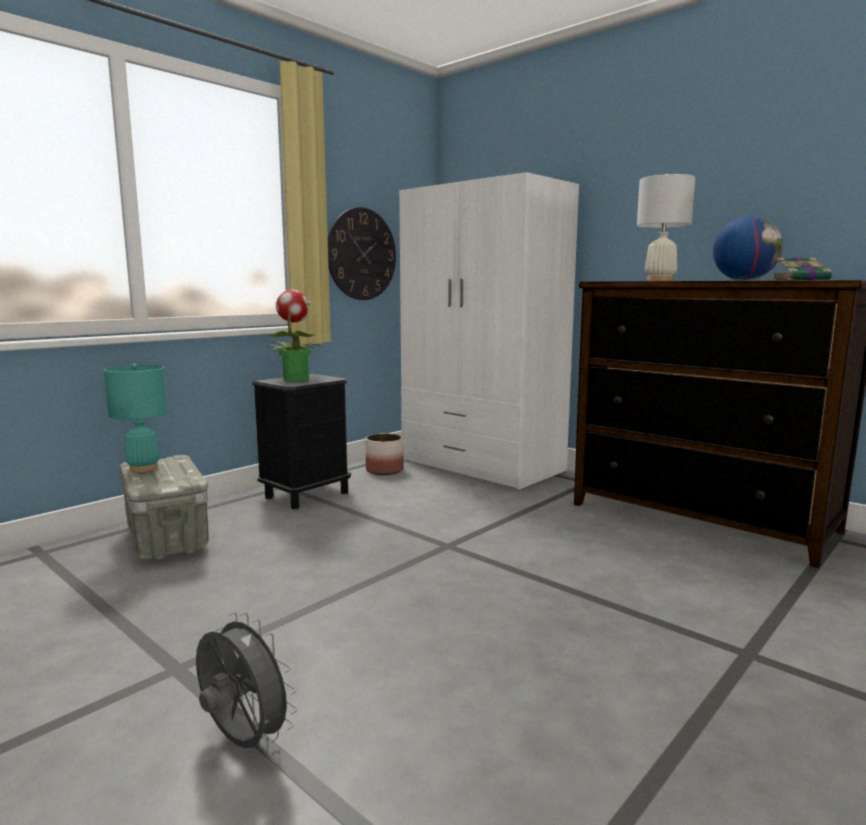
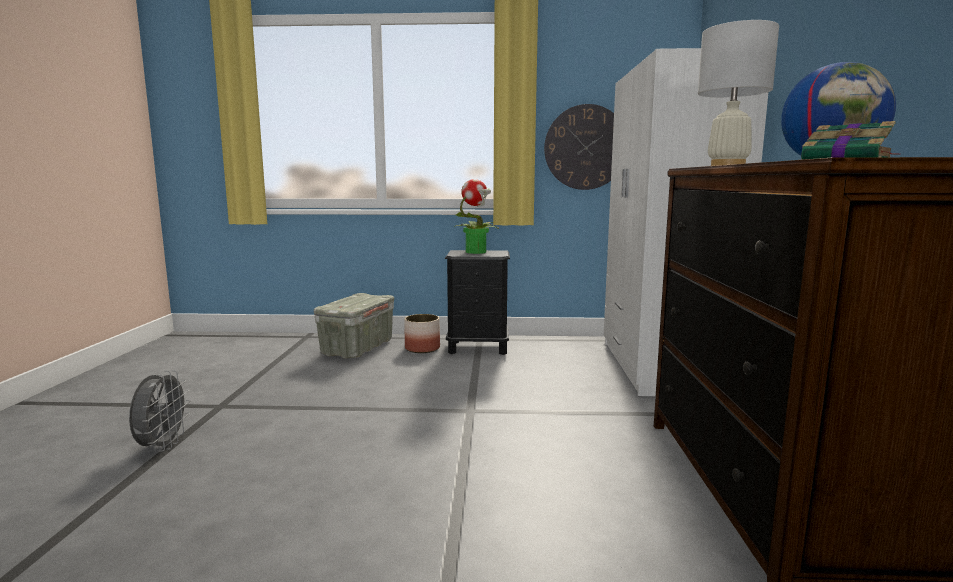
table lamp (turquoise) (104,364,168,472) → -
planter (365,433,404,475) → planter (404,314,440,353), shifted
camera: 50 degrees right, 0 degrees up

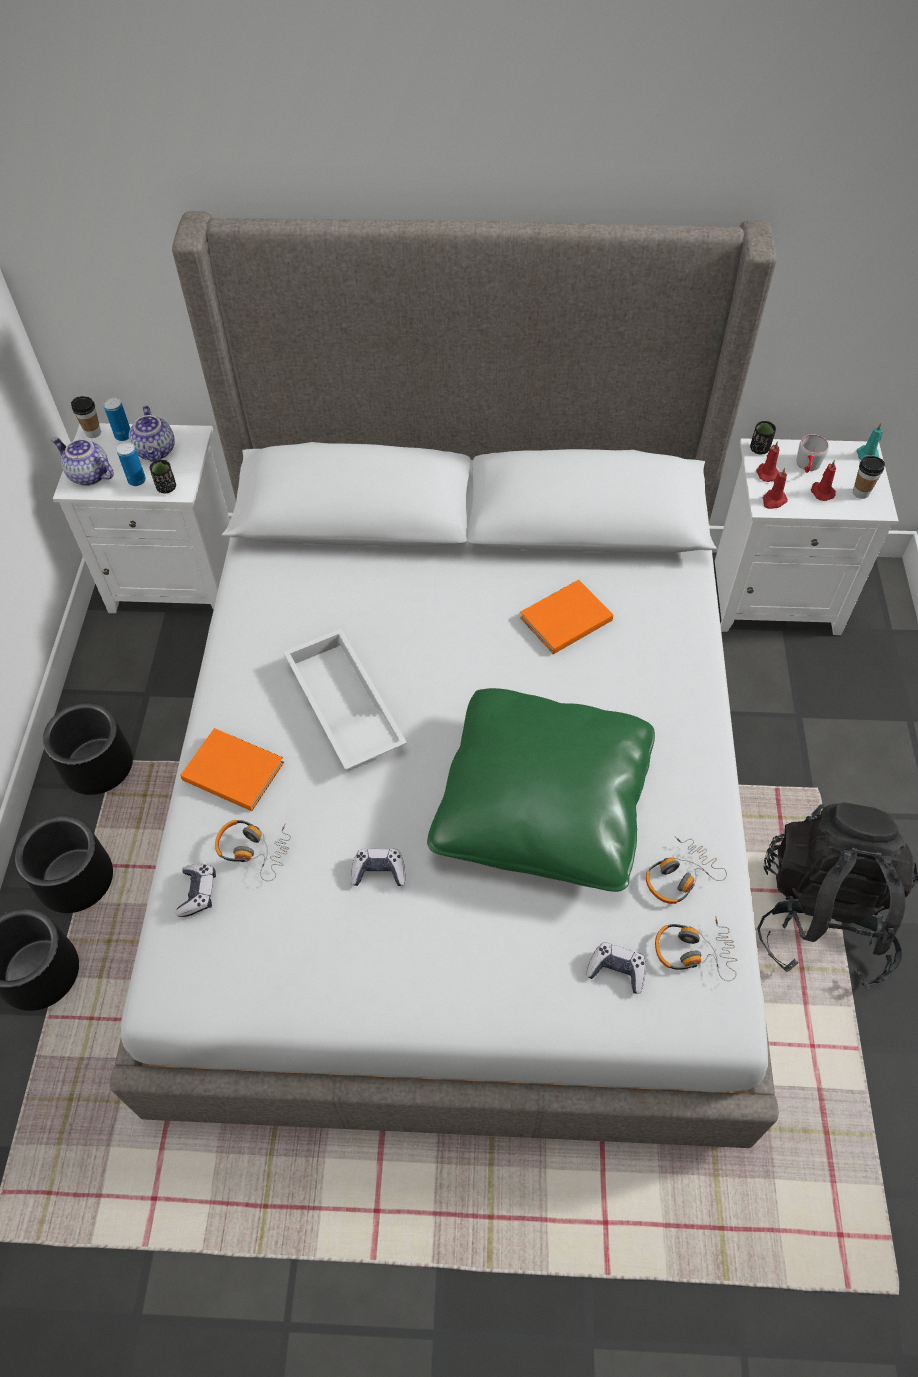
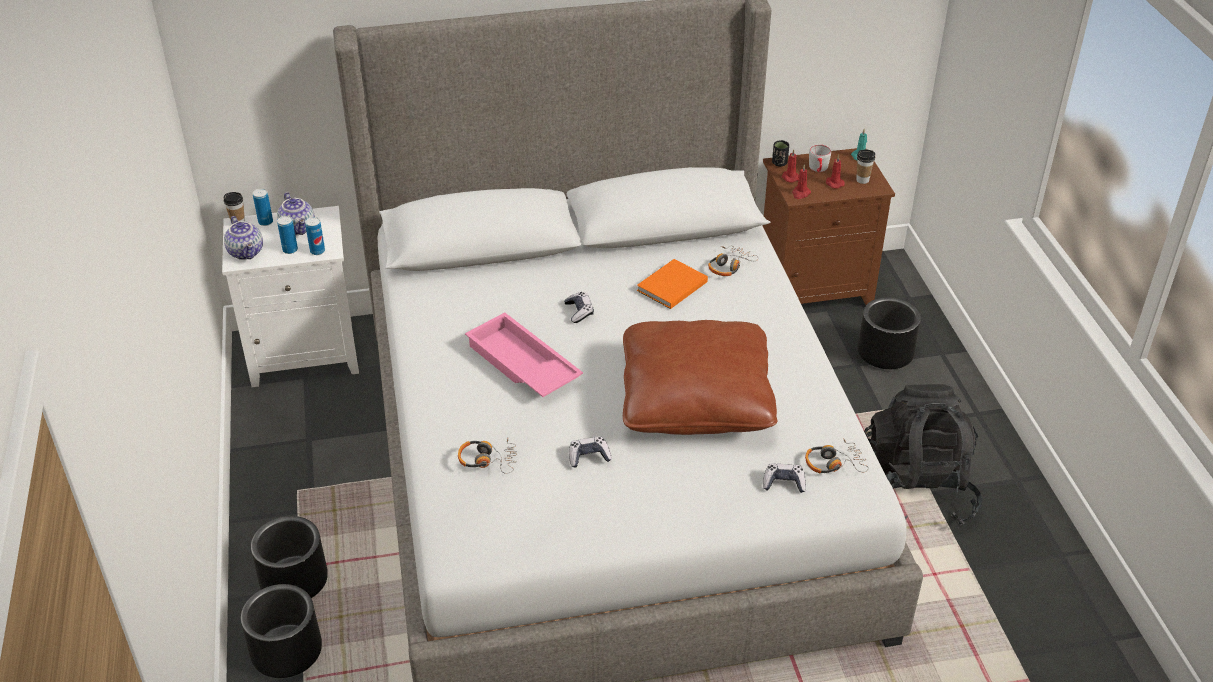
planter (black) (43,703,133,795) → planter (black) (858,297,921,369), shifted
teapot (51,437,114,486) → teapot (224,216,263,260), 135 degrees counterclockwise
cup (black) (150,460,176,493) → can (305,217,325,255)
game controller (176,864,216,917) → game controller (564,292,594,323), shifted
book (orange) (180,728,284,811) → -
tray (white) (283,629,407,771) → tray (pink) (465,312,583,397)
pillow (green) (427,688,655,892) → pillow (brown) (623,320,778,435)
headphones (646,836,727,904) → headphones (708,246,759,276), shifted
nightstand (white) (715,438,899,635) → nightstand (brown) (763,148,895,305)
camera: 15 degrees left, 15 degrees down

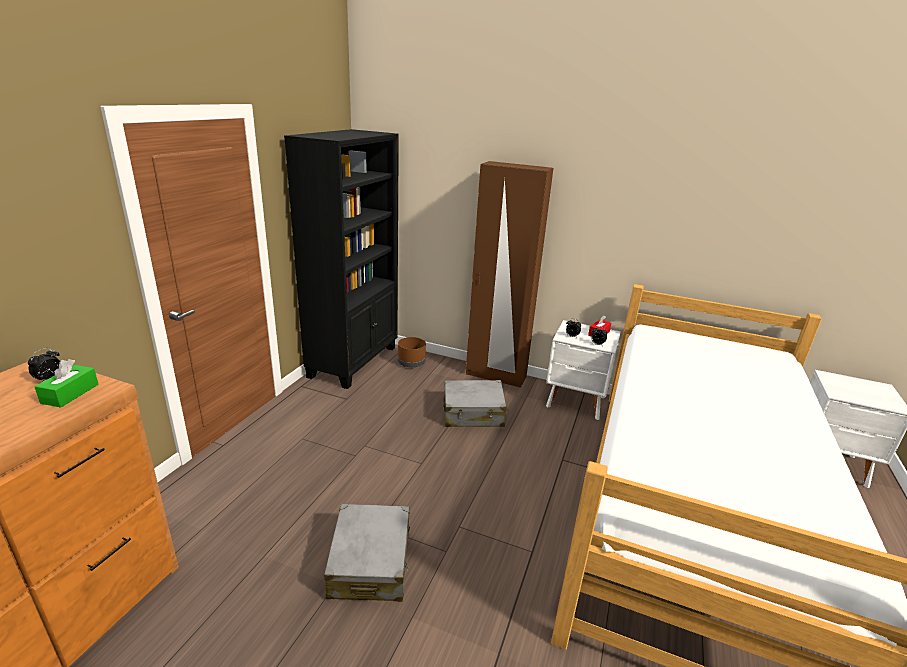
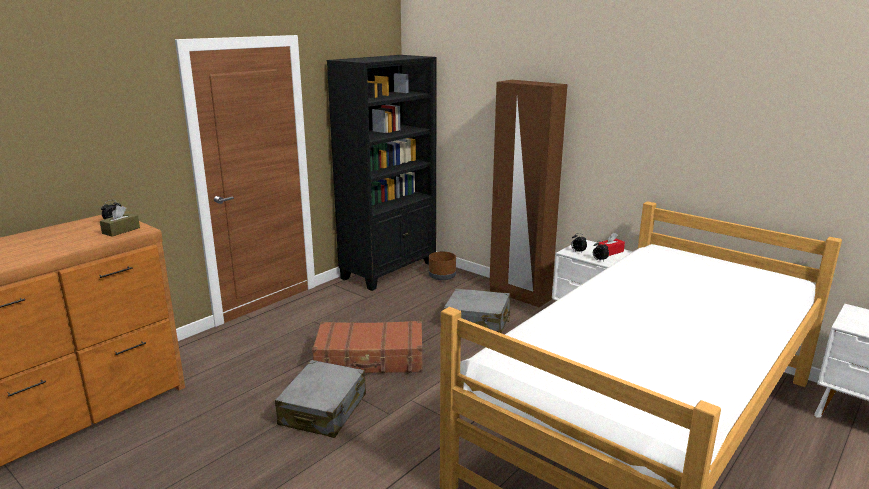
tissue box (green) (35,359,98,407) → tissue box (brown) (100,205,140,237)
- → suitcase (brown) (312,321,422,373)
camera: 20 degrees right, 5 degrees down

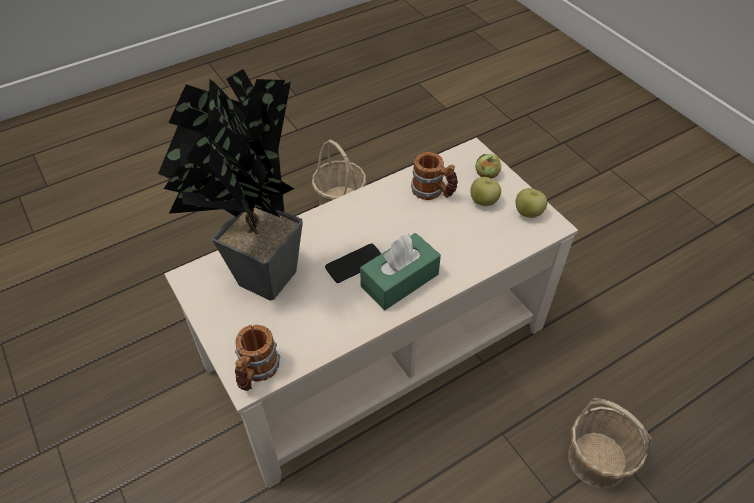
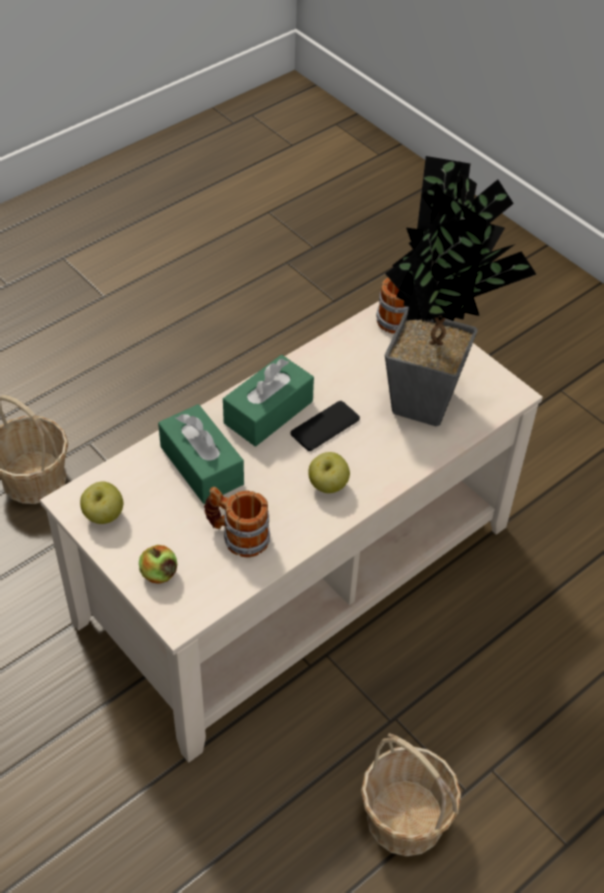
apple (470,177,501,206) → apple (308,452,350,493), shifted
- → tissue box (green) (158,404,244,504)
camera: 170 degrees right, 0 degrees up

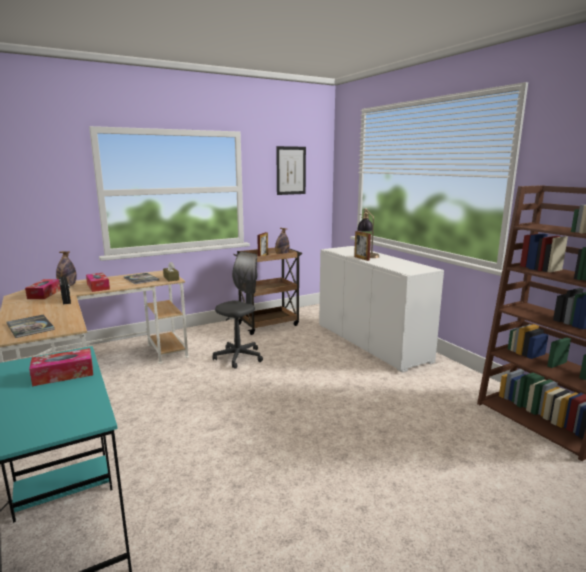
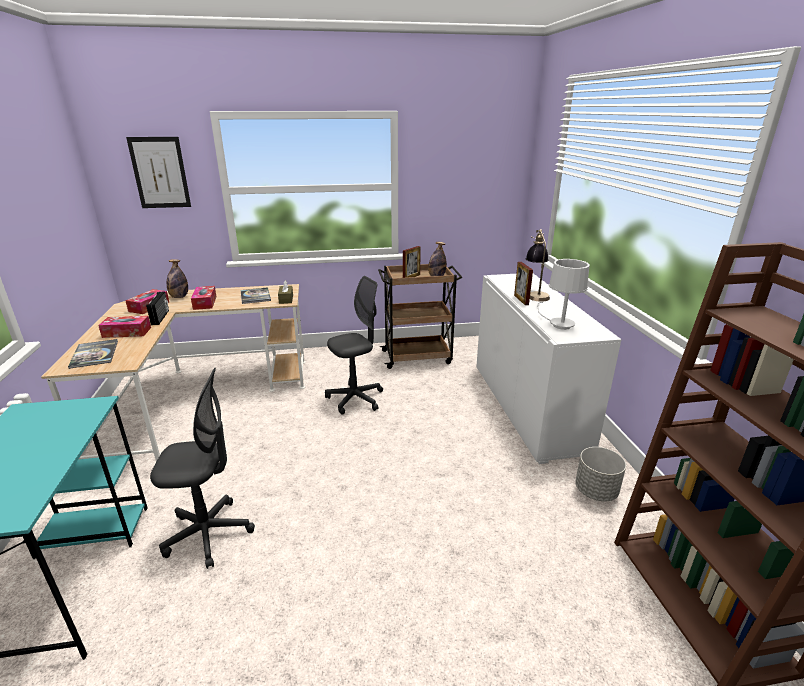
tissue box (29,348,93,386) → tissue box (98,316,151,338), shifted
picture (276,146,306,195) → picture (126,137,191,208), shifted
- → office chair (grey) (150,368,255,569)
- → table lamp (white) (537,259,590,330)
- → planter (grey) (575,447,626,501)
camera: 20 degrees right, 10 degrees up

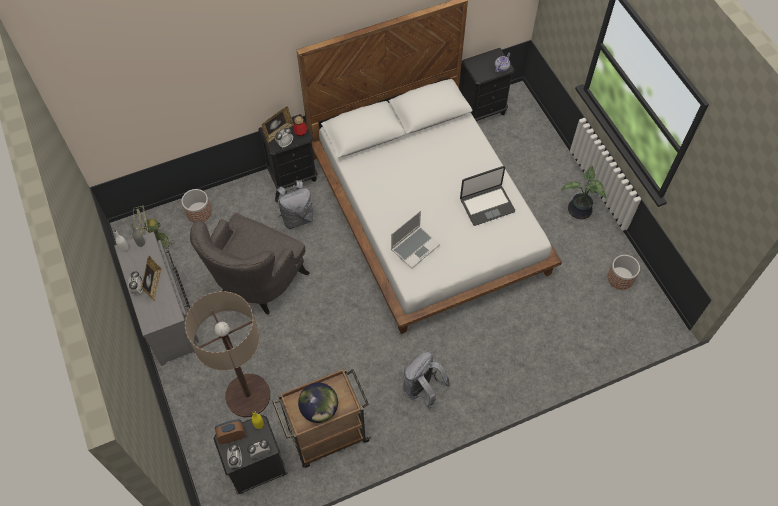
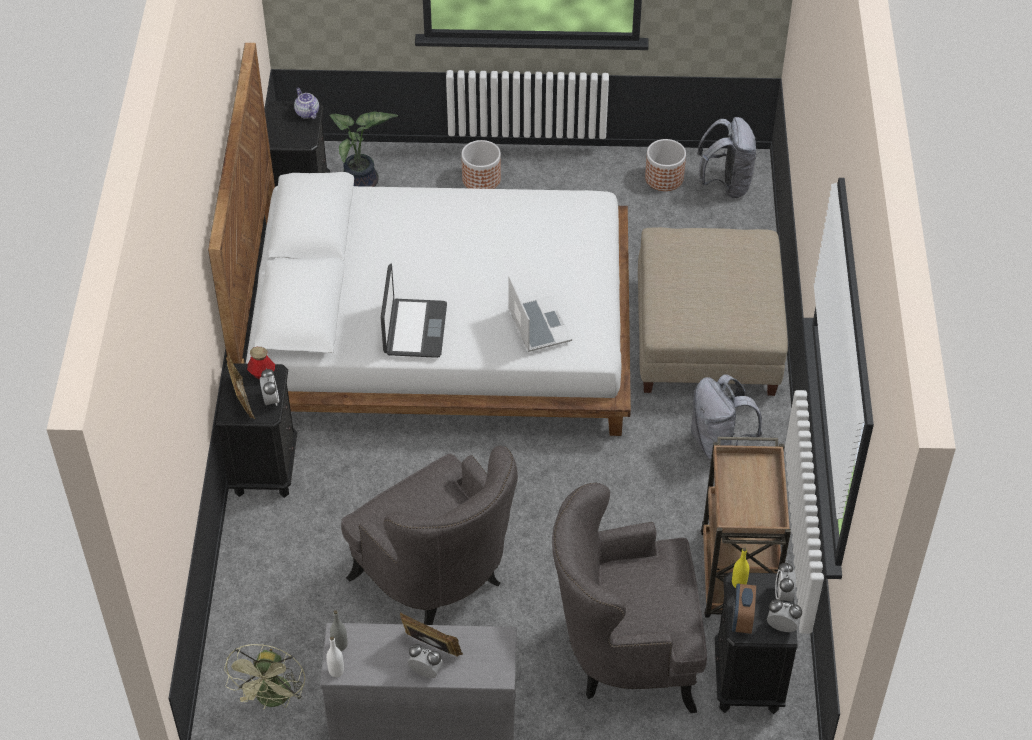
planter (181,189,212,222) → planter (461,140,501,189), shifted
floor lamp (185,291,271,417) → armchair (grey) (552,483,707,713)
backpack (grey) (275,181,314,229) → backpack (grey) (697,117,756,198), shifted
globe (298,383,338,423) → -
laptop (460,166,515,226) → laptop (381,264,447,358), shifted
potted plant (561,165,607,219) → potted plant (329,112,398,187), shifted
- → ottoman (beige) (638,227,788,396)
camera: 65 degrees left, 10 degrees down

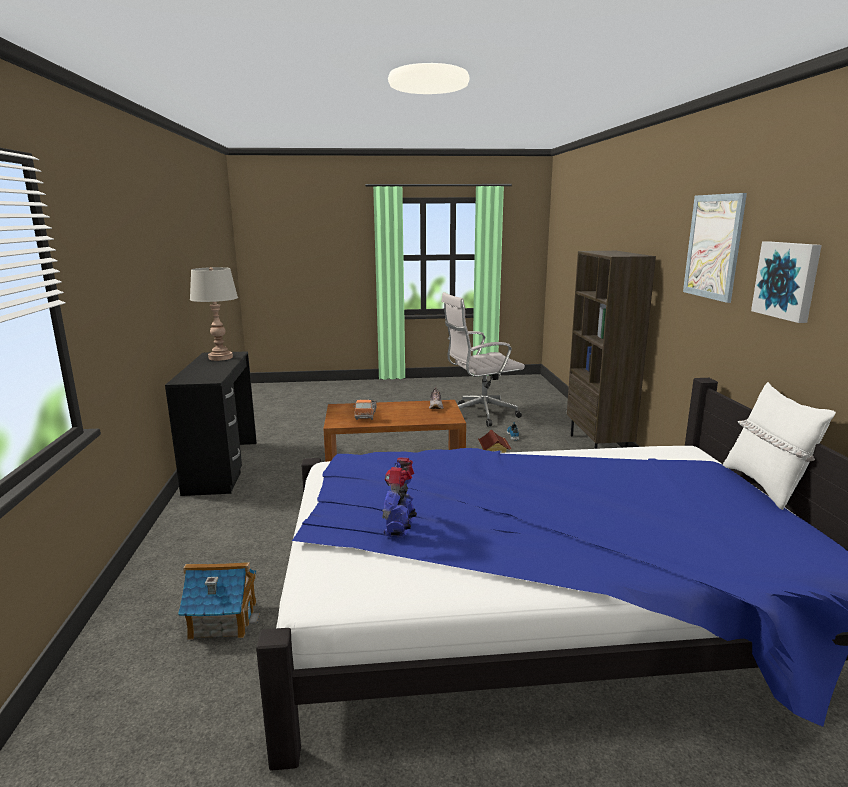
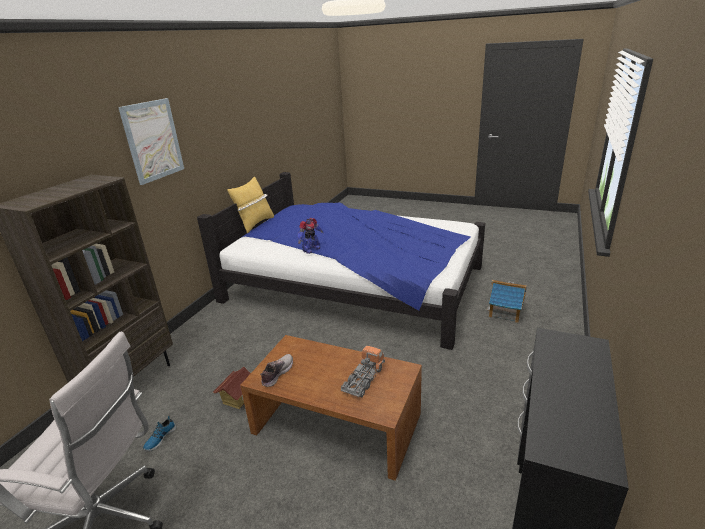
table lamp (grey) (190,267,238,361) → -
toy robot (382,457,417,537) → toy robot (297,218,323,254), shifted
pillow (white) (723,382,836,510) → pillow (yellow) (227,177,274,233)
picture (751,242,822,323) → -
camera: 150 degrees left, 10 degrees up

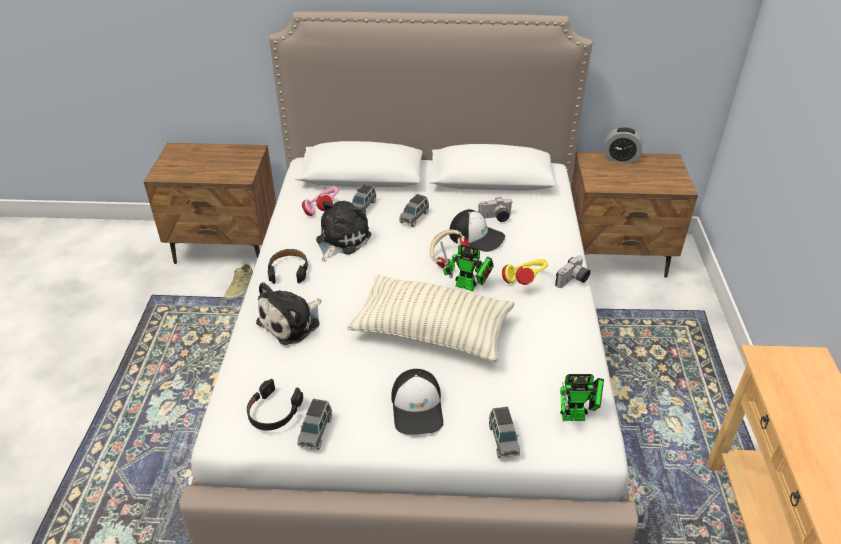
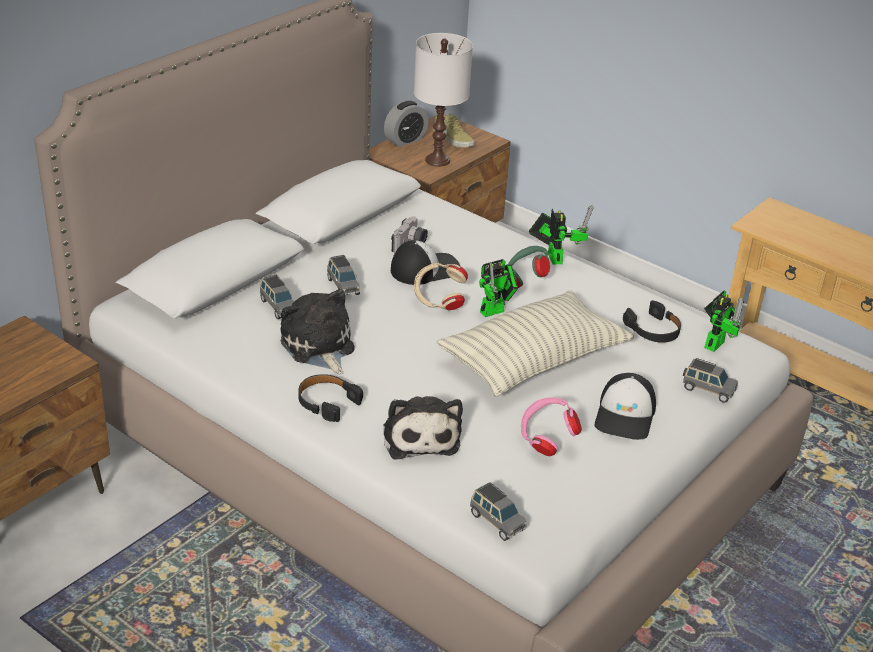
shoe (beige) (224,263,253,300) → shoe (beige) (433,114,475,148), shifted
headphones (black) (247,379,303,431) → headphones (black) (623,300,681,343), shifted
toy car (grey) (297,399,332,450) → toy car (grey) (470,482,527,541), shifted
headphones (pink) (302,187,339,216) → headphones (pink) (521,397,582,456), shifted
cap (391,369,443,435) → cap (594,373,656,440), 75 degrees clockwise
headphones (yellow) (502,259,548,285) → headphones (green) (508,246,550,288)
photo camera (555,255,590,288) → toy robot (529,205,594,265)
- → table lamp (white) (414,33,473,167)
camera: 55 degrees left, 5 degrees down

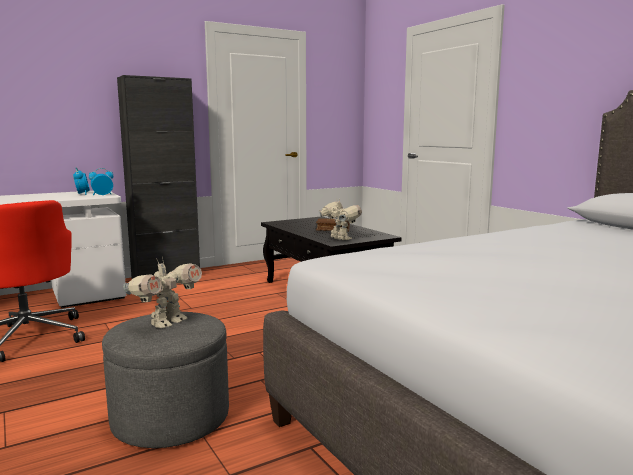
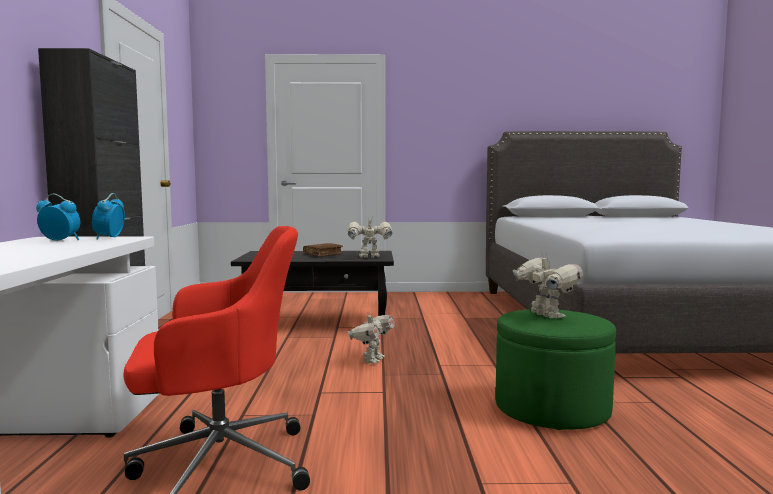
ottoman (grey) (102,312,229,448) → ottoman (green) (495,309,616,430)
- → toy robot (347,310,395,364)
camera: 60 degrees left, 5 degrees down

